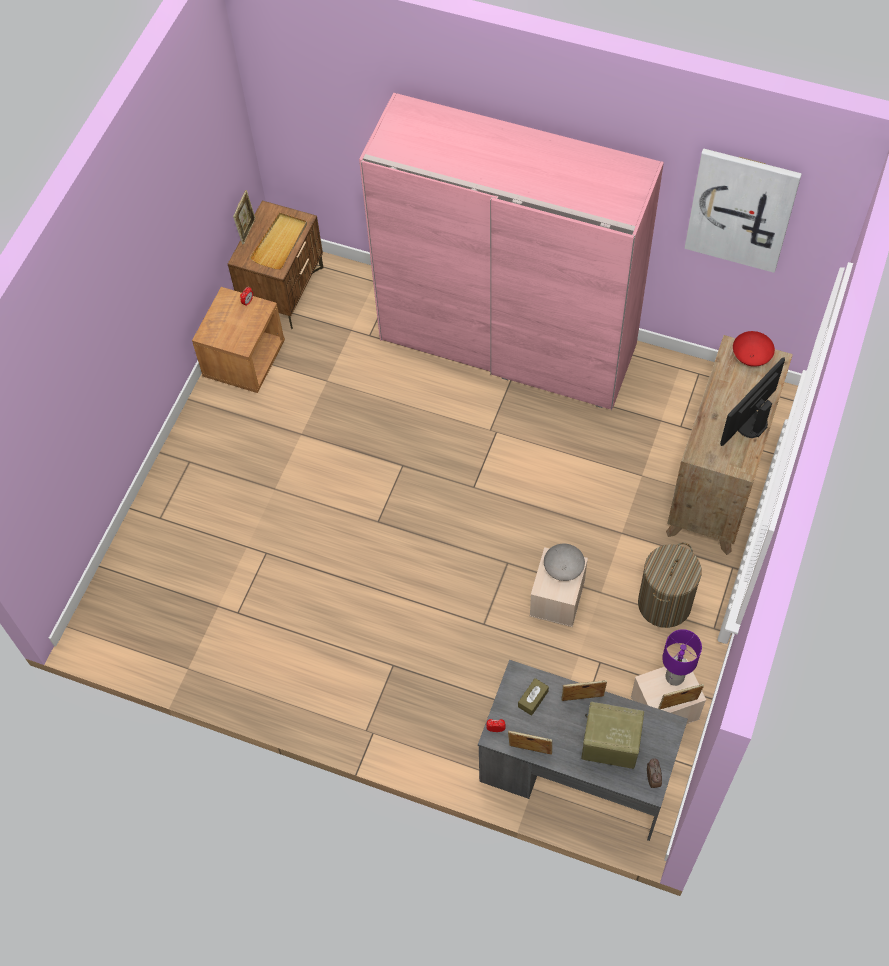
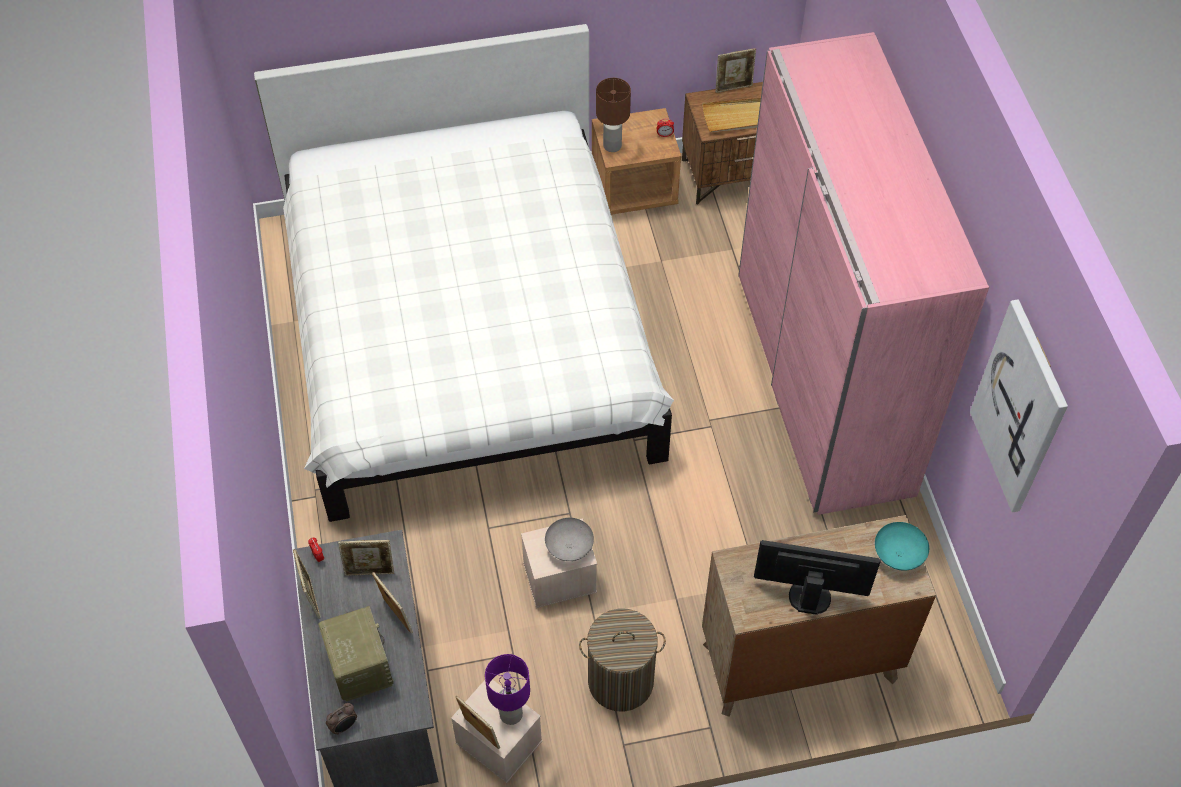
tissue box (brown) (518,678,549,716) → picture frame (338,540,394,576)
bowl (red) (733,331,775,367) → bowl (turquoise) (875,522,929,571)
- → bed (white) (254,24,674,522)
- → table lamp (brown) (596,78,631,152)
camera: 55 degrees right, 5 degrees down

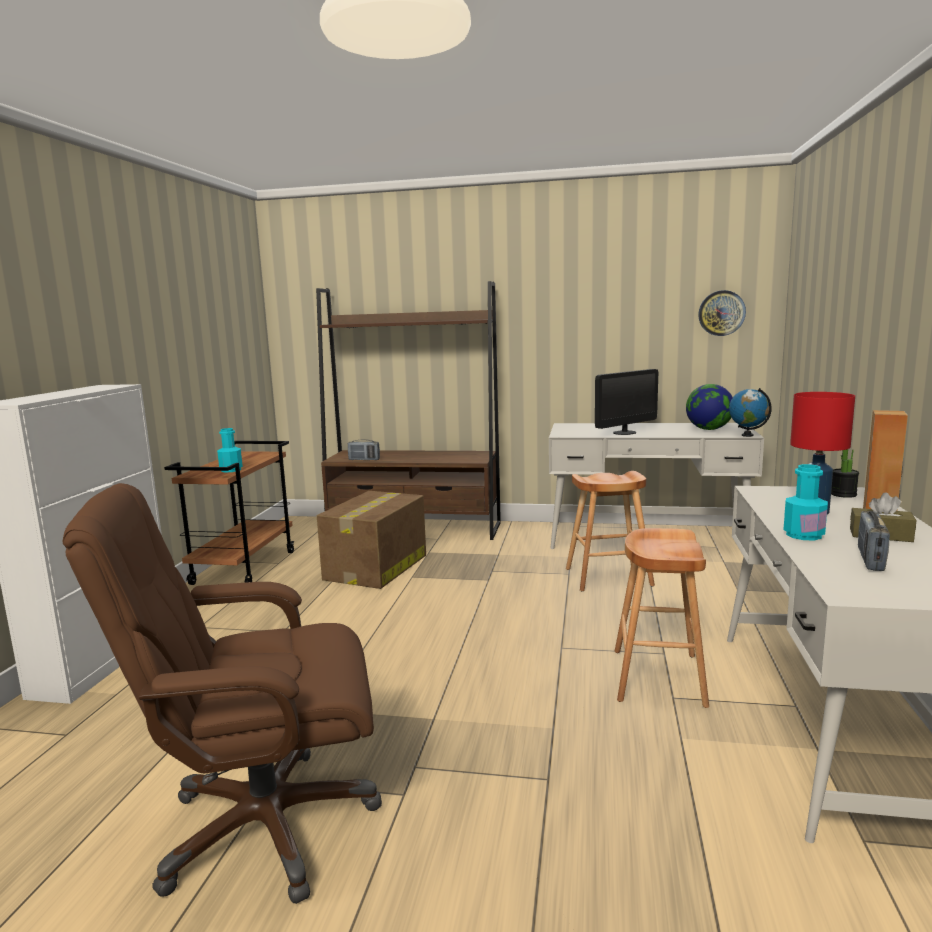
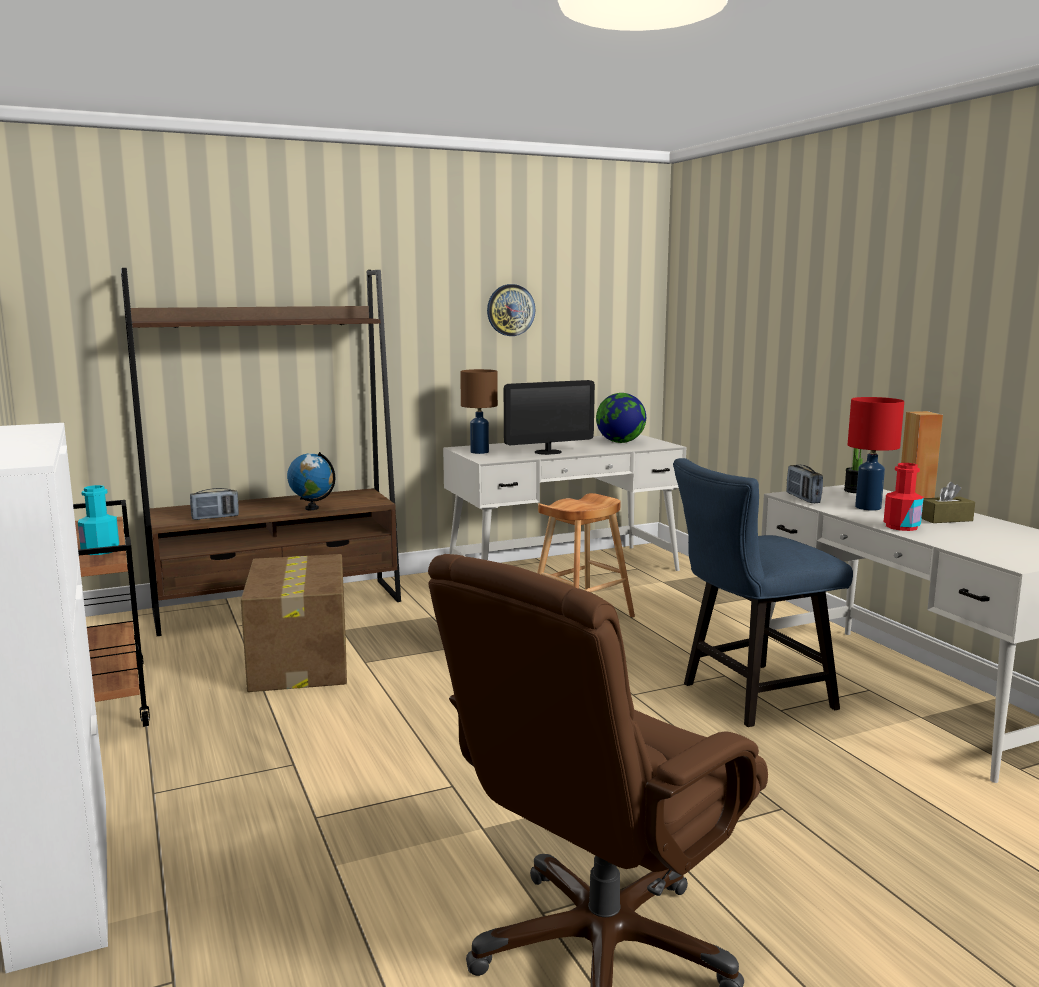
monitor (595,369,658,435) → monitor (504,380,595,455), 45 degrees clockwise
stool (brown) (615,528,709,708) → chair (blue) (673,458,853,727)
wall clock (698,290,746,336) → wall clock (487,284,535,336), shifted
globe (729,388,772,437) → globe (287,452,335,510), shifted
bottle (turquoise) (783,464,828,540) → bottle (red) (884,463,924,531)
radio (858,511,890,571) → radio (787,465,823,503), shifted
- → table lamp (brown) (460,369,498,454)
camera: 35 degrees left, 0 degrees up

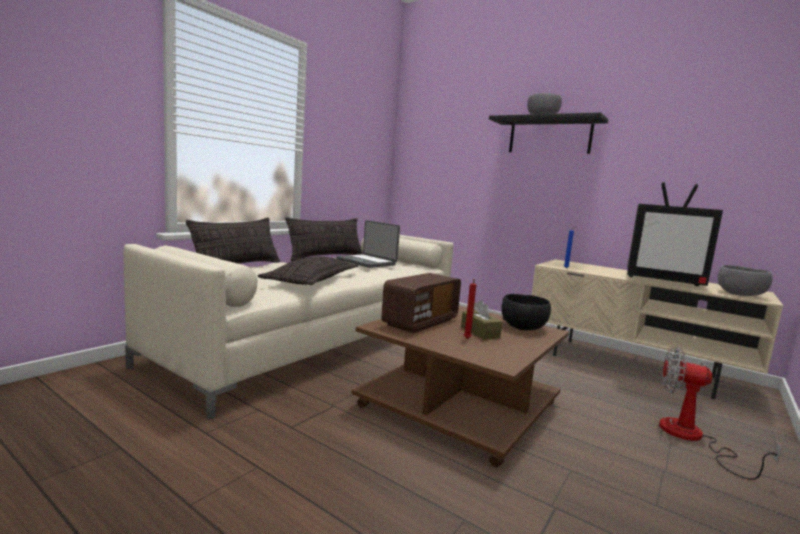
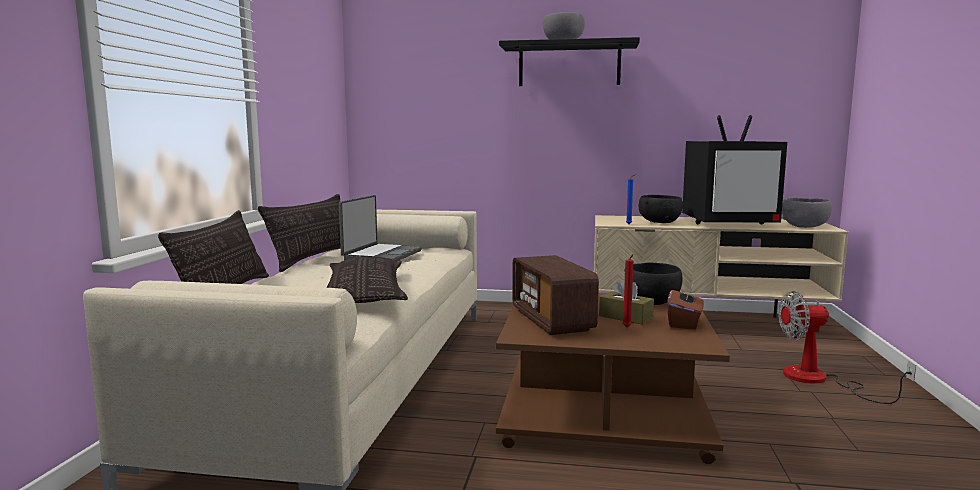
laptop (336,220,400,268) → laptop (339,195,422,261), 90 degrees counterclockwise
radio (381,273,461,333) → radio (512,255,599,335), 150 degrees clockwise
- → bowl (black) (639,195,683,223)
- → tissue box (brown) (667,283,704,330)
camera: 25 degrees left, 0 degrees up

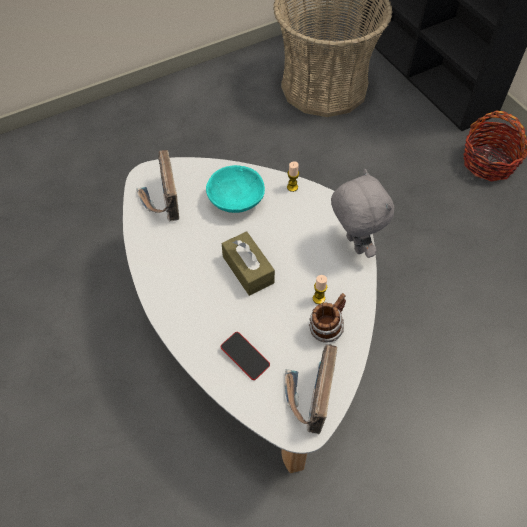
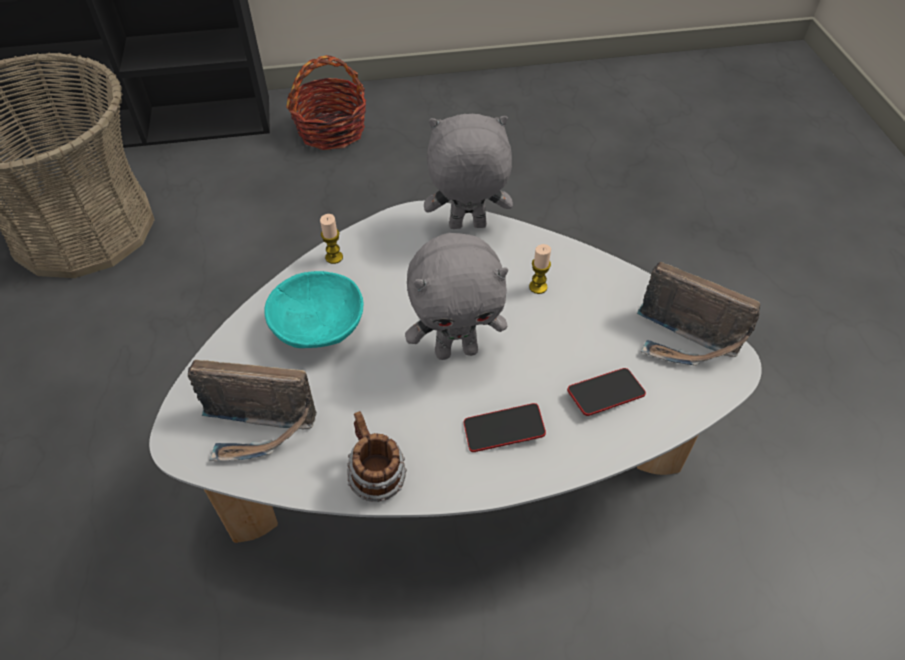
tissue box (brown) (222,231,275,296) → plush toy (grey) (405,233,508,360)
mug (309,293,346,343) → mug (347,411,407,502), shifted
- → phone (463,403,546,452)
camera: 70 degrees left, 5 degrees down

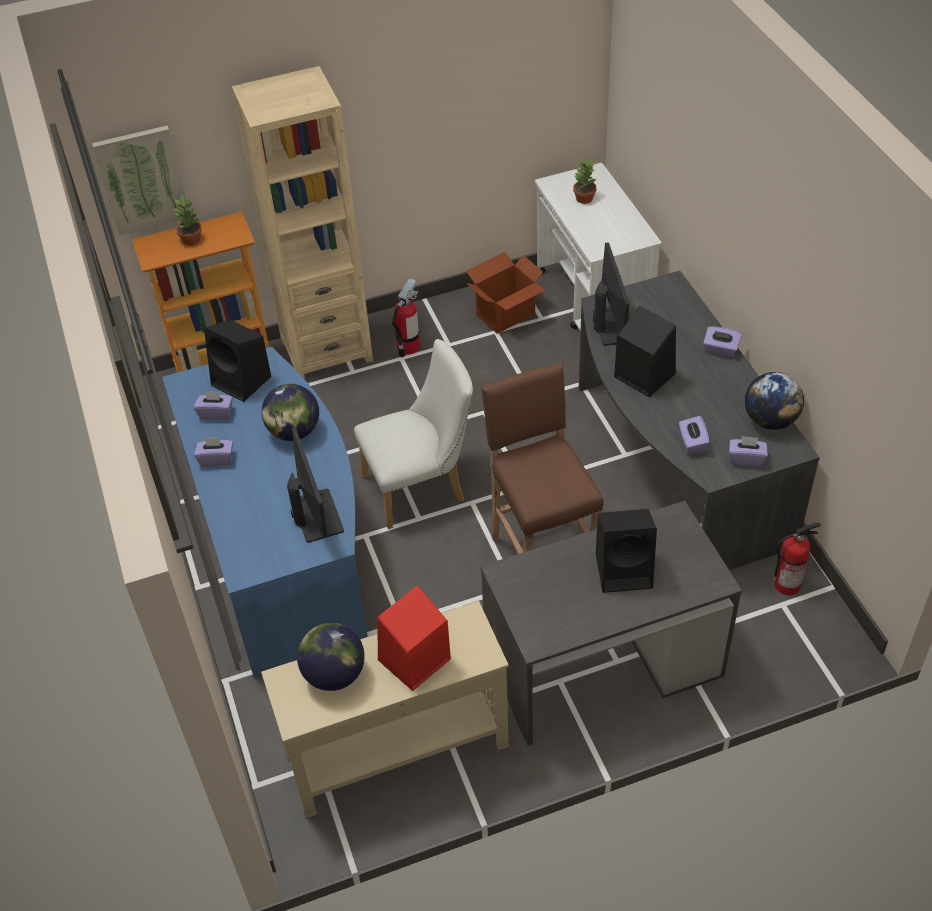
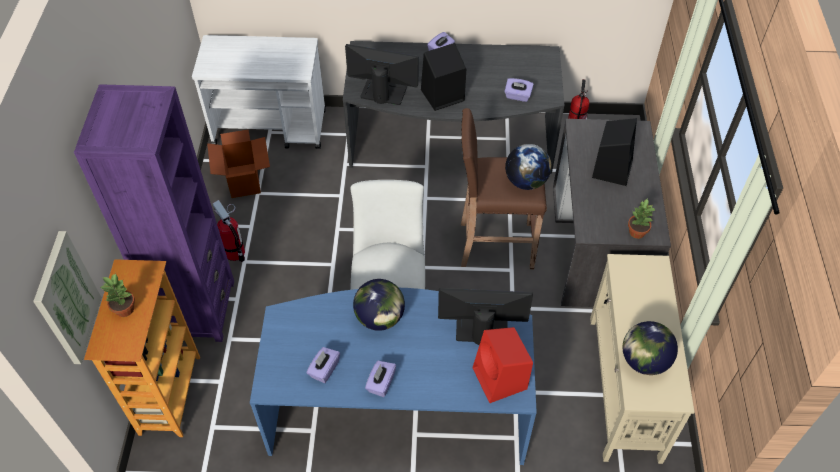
speaker (black) (204,320,271,402) → -
bookcase (beige) (232,66,373,379) → bookcase (purple) (74,84,234,342)
speaker (red) (377,585,451,691) → speaker (red) (472,327,533,403), shifted
potted plant (573,158,597,204) → potted plant (628,199,655,239), shifted
tissue box (purple) (729,436,768,467) → -
globe (745,372,804,430) → globe (505,144,552,190), shifted
camera: 70 degrees left, 5 degrees up

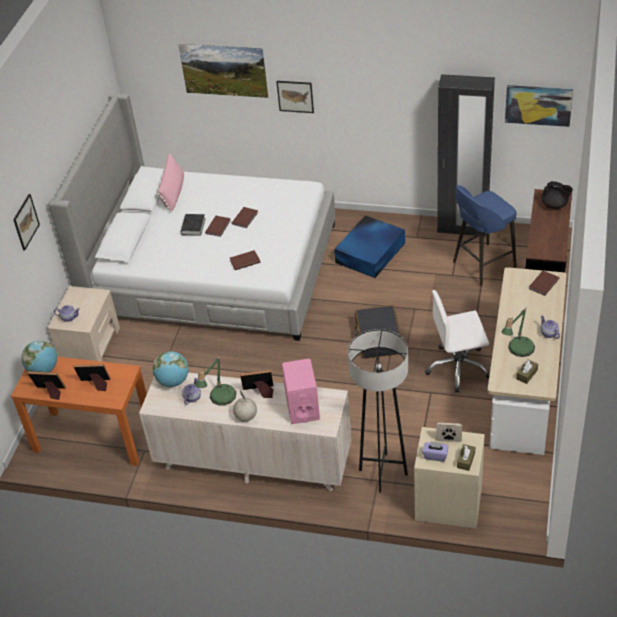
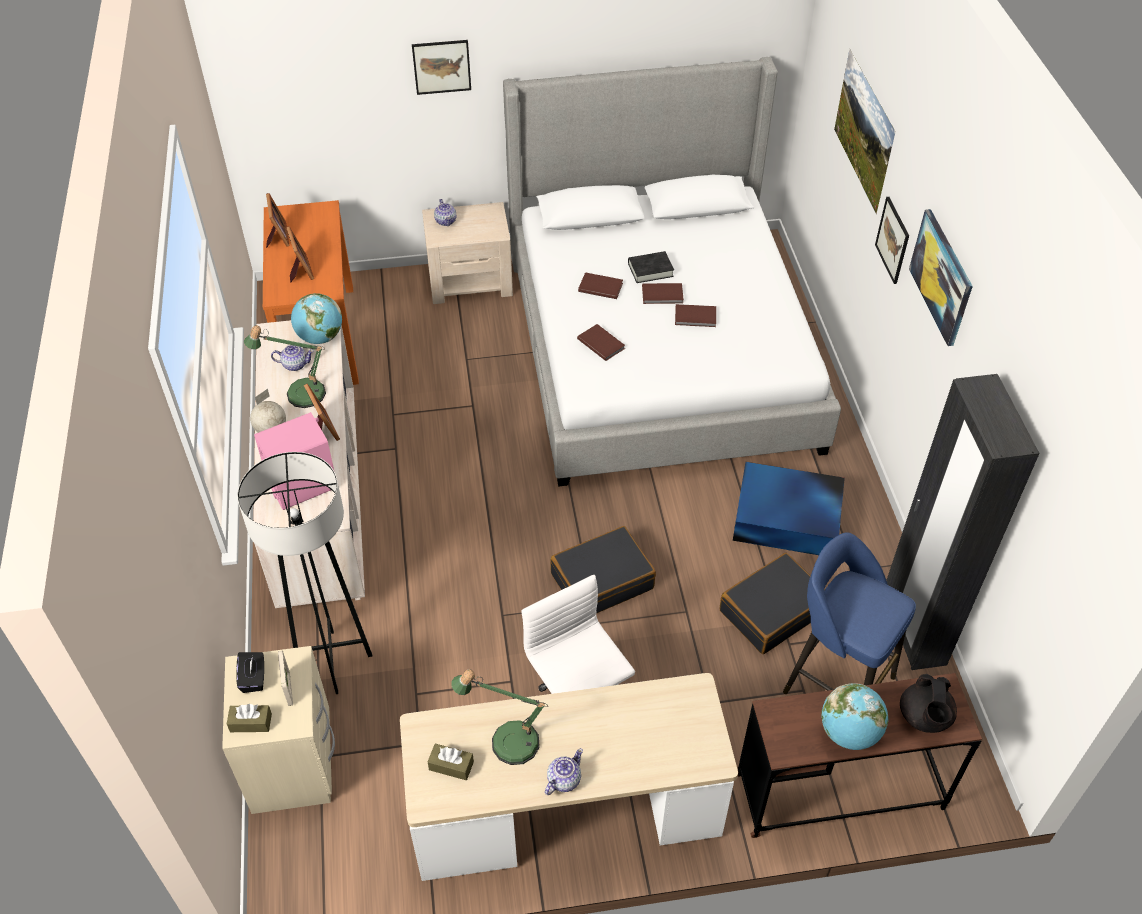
globe (21,341,57,372) → globe (821,683,888,750), shifted
pillow (pink) (157,153,184,213) → -
tissue box (purple) (422,441,449,461) → tissue box (black) (236,652,264,693)
picture (505,85,573,127) → picture (909,209,973,346), shifted
book (brown) (529,271,559,296) → book (brown) (578,272,623,299), shifted
- → suitcase (black) (720,553,825,654)
camera: 65 degrees right, 5 degrees up

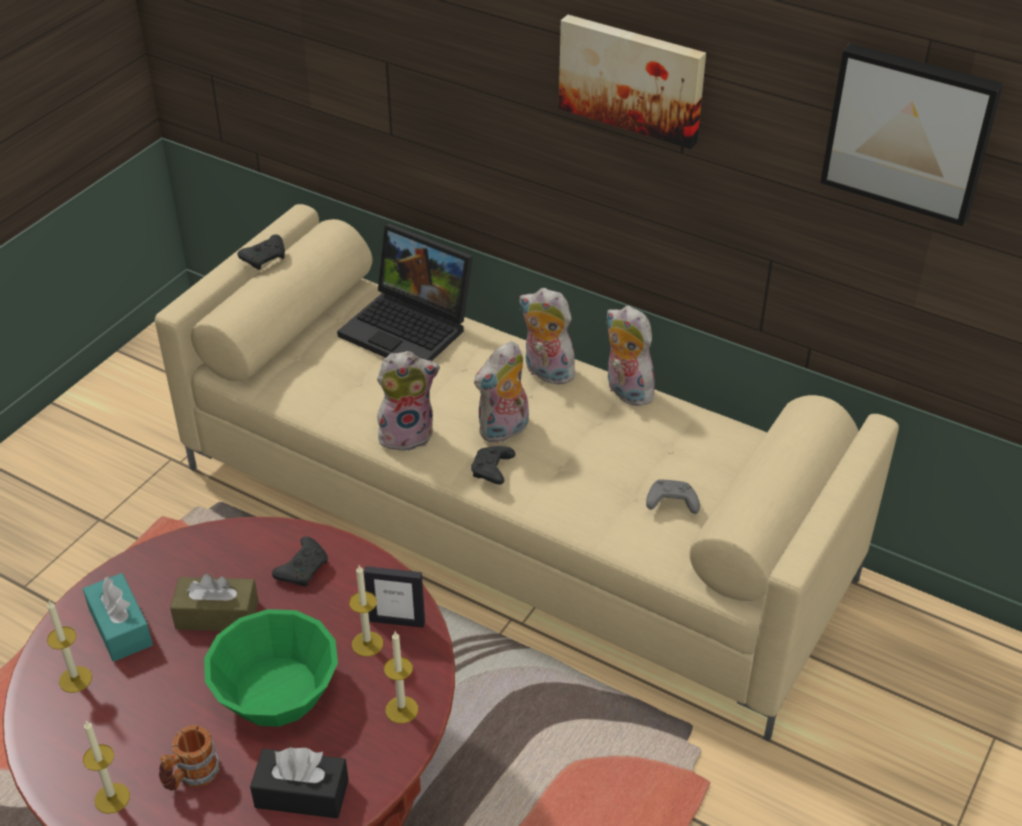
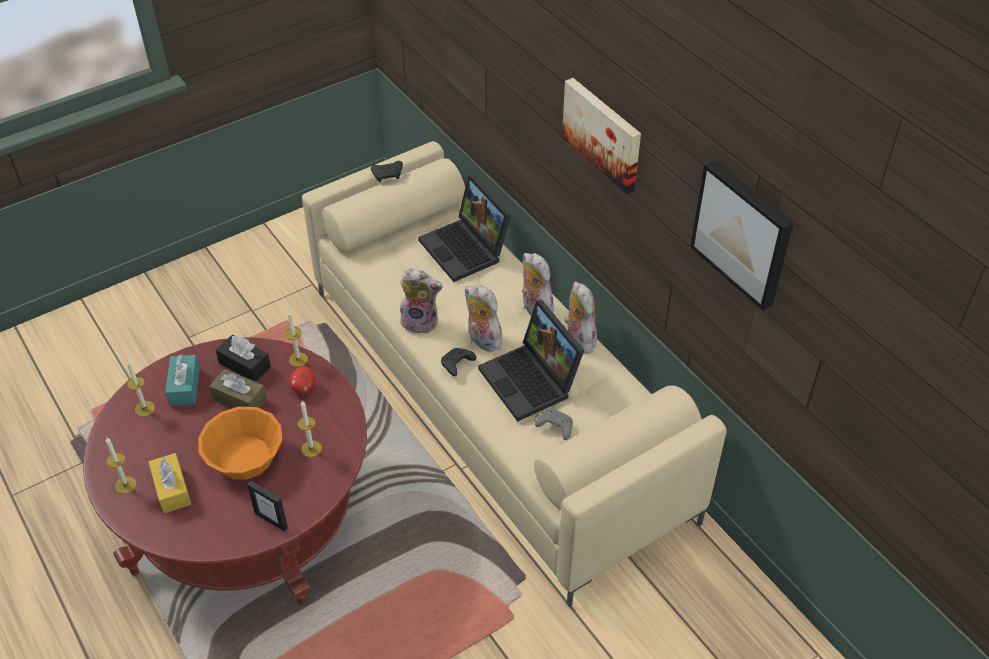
mug (159,725,220,791) → tissue box (yellow) (149,453,191,514)
bowl (green) (204,609,338,727) → bowl (orange) (198,407,282,480)
tissue box (black) (250,747,349,819) → tissue box (black) (216,335,271,382), shifted
game controller (black) (272,536,328,587) → apple (289,366,316,394)
picture frame (364,566,425,628) → picture frame (247,481,288,532), shifted
candle (384,632,418,724) → candle (285,311,308,367), shifted
plush toy (474,341,529,443) → plush toy (464,285,502,352), 60 degrees clockwise
- → laptop (478,300,584,422)
camera: 25 degrees right, 5 degrees up

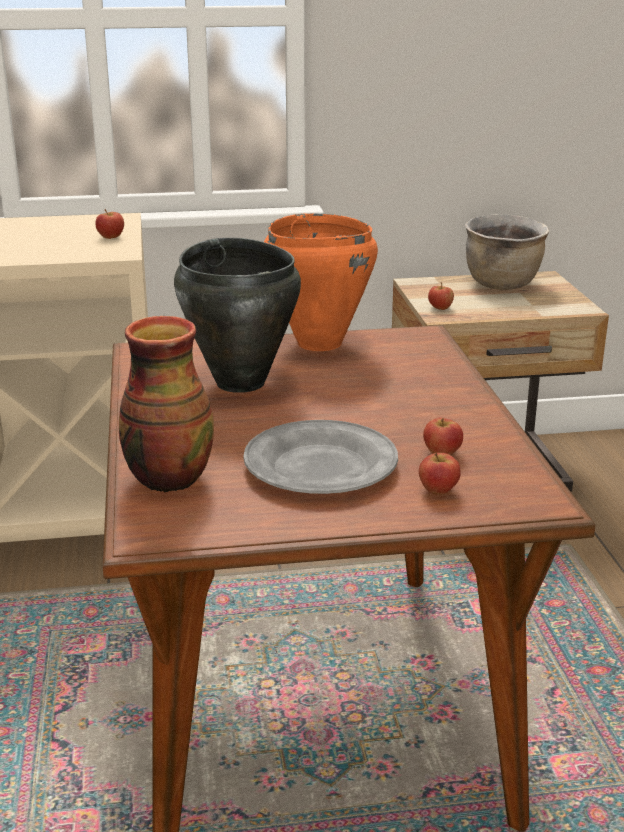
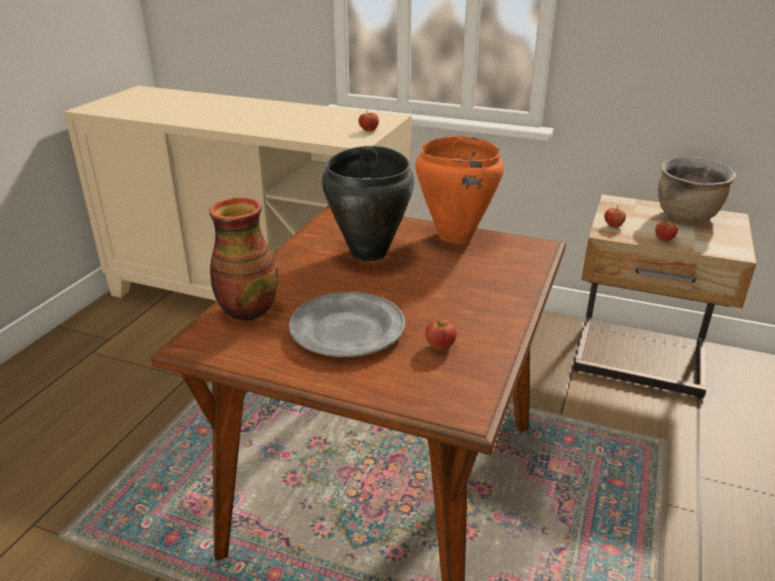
apple (419,453,461,495) → apple (655,220,678,242), shifted
camera: 30 degrees right, 5 degrees up

